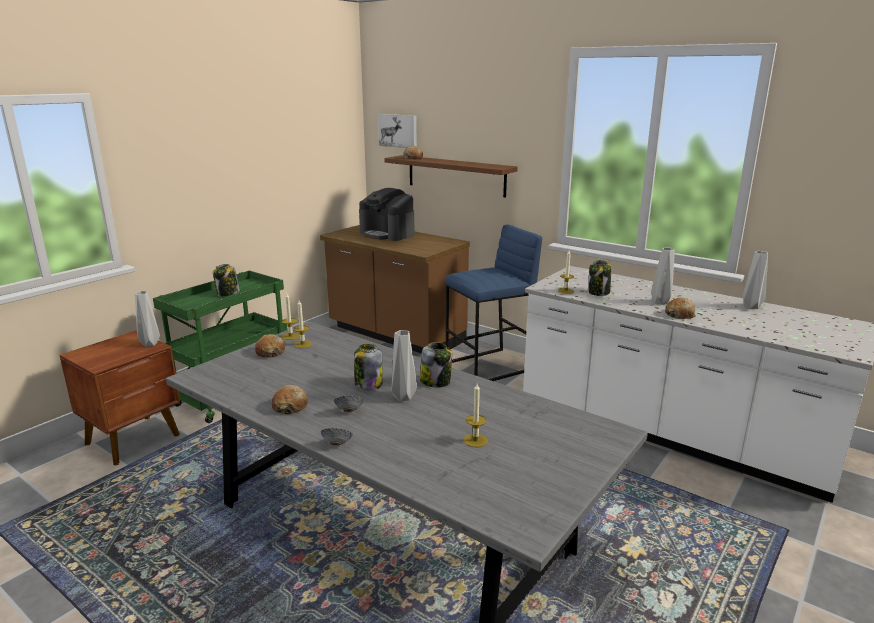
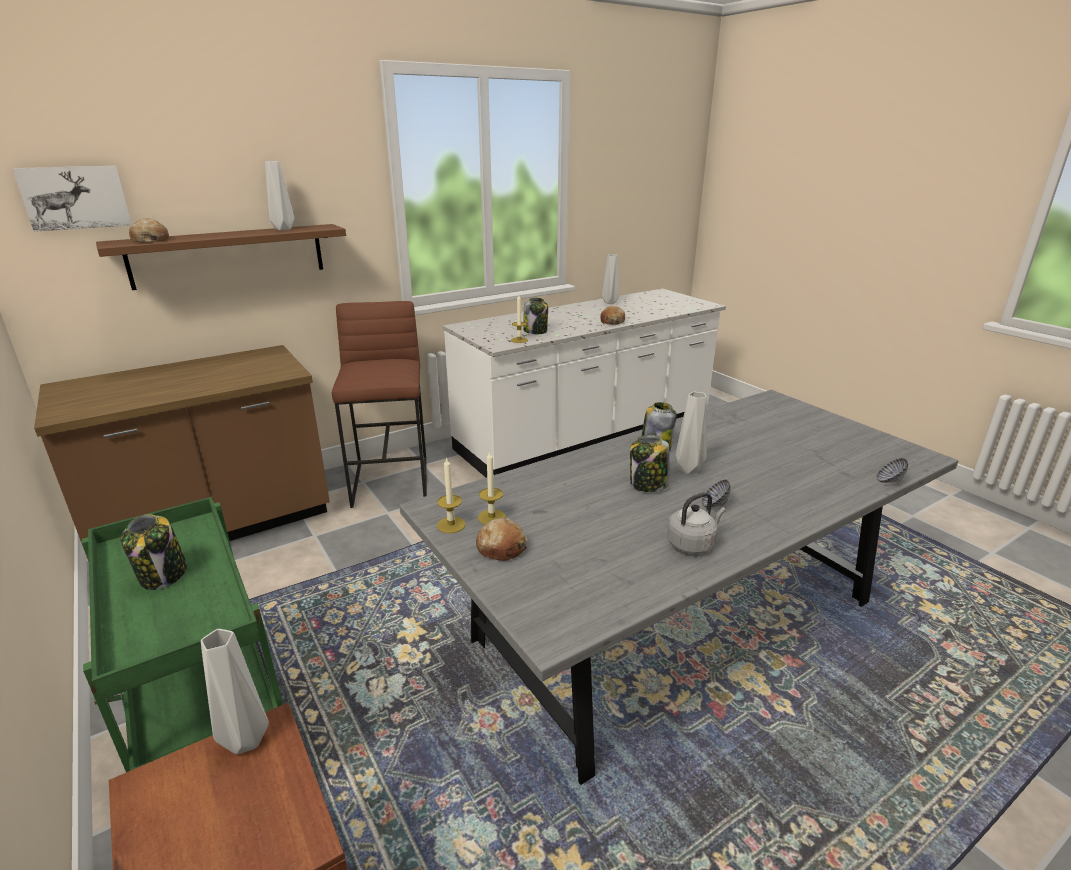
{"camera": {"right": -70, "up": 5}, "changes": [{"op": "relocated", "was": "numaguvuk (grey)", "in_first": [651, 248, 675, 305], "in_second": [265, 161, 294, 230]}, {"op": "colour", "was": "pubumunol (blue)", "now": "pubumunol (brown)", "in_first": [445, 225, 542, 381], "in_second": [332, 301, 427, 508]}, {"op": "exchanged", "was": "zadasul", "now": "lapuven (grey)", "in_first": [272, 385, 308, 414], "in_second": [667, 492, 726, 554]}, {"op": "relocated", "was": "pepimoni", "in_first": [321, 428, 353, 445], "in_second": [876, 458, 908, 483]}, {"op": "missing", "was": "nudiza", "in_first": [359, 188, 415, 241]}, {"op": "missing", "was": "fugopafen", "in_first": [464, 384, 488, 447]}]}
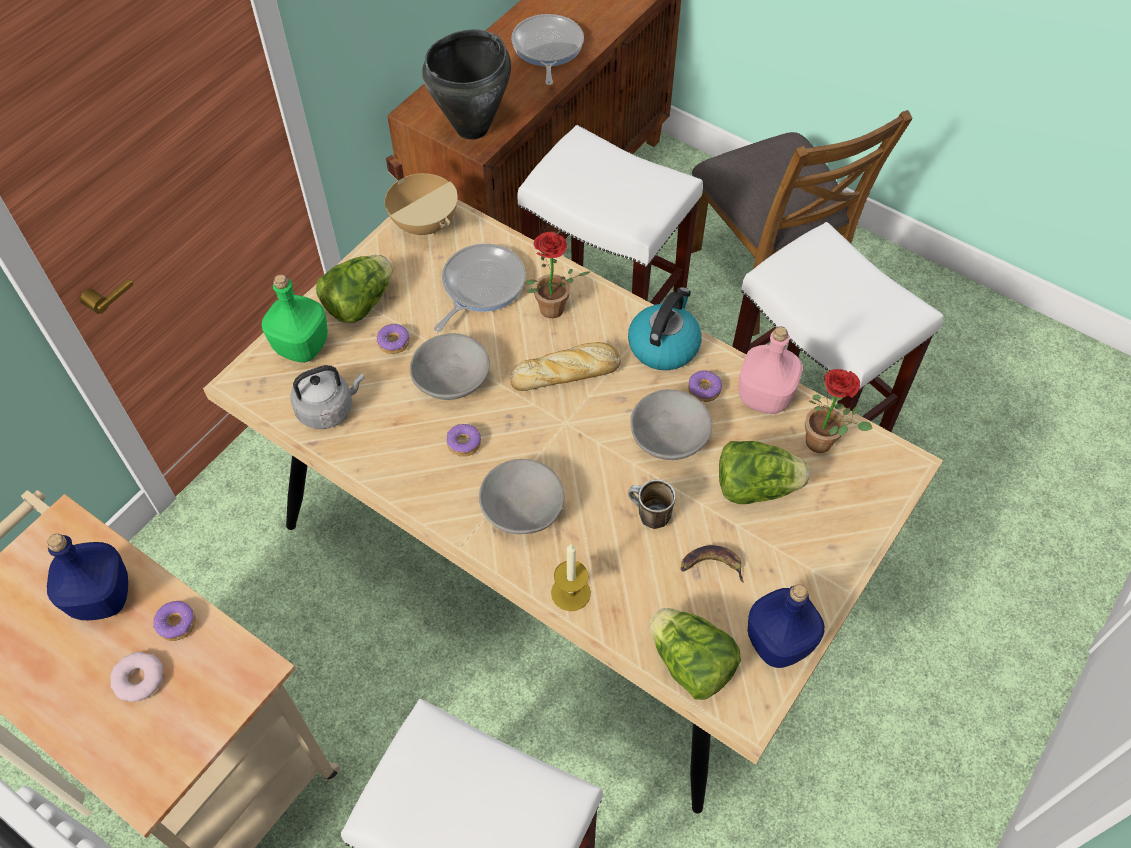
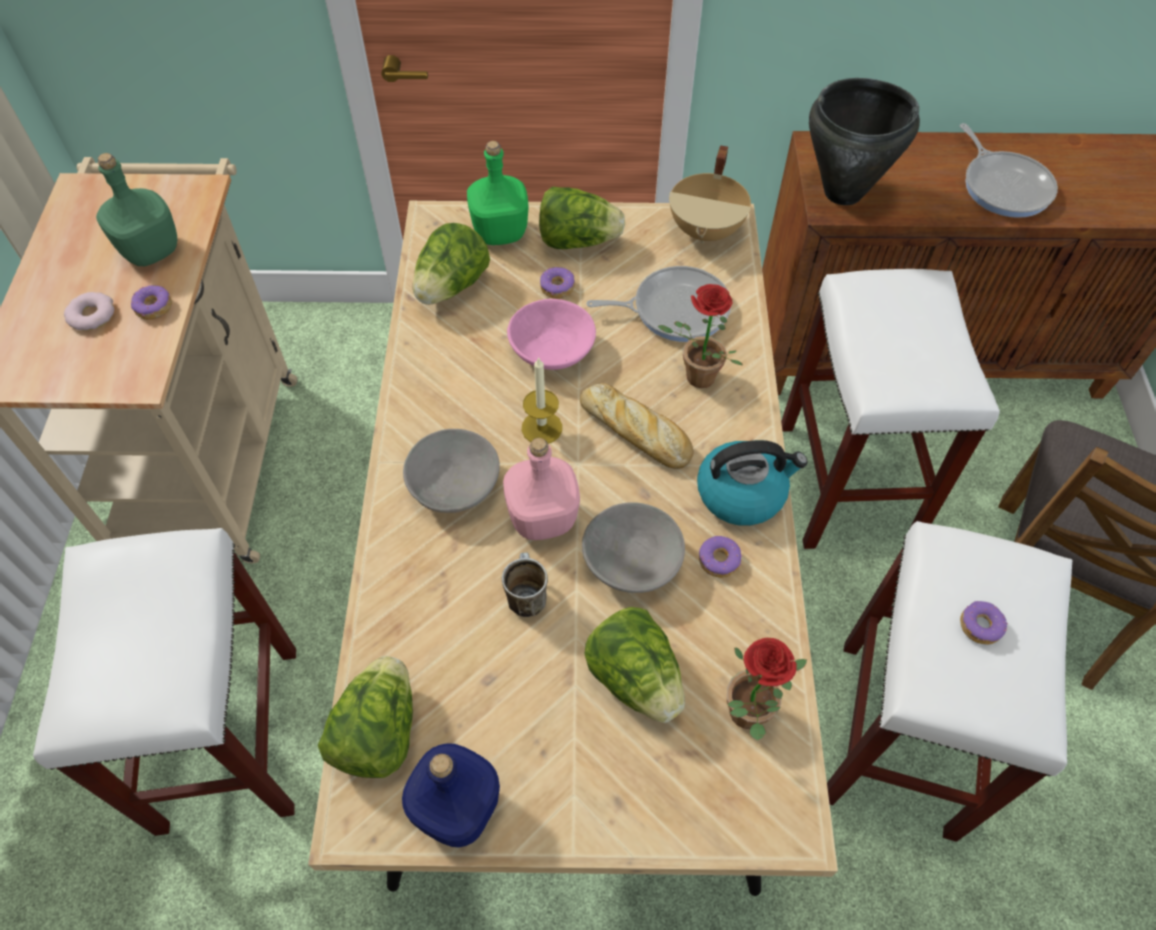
{"camera": {"right": 55, "up": 0}, "changes": [{"op": "colour", "was": "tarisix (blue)", "now": "tarisix (green)", "in_first": [47, 534, 128, 620], "in_second": [96, 153, 177, 266]}, {"op": "exchanged", "was": "lapuven (grey)", "now": "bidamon", "in_first": [290, 365, 365, 429], "in_second": [413, 223, 490, 305]}, {"op": "relocated", "was": "tarisix (pink)", "in_first": [739, 327, 803, 414], "in_second": [503, 438, 580, 540]}, {"op": "colour", "was": "pepimoni (grey)", "now": "pepimoni (pink)", "in_first": [410, 333, 490, 400], "in_second": [507, 299, 596, 370]}, {"op": "relocated", "was": "fugopafen", "in_first": [551, 544, 591, 611], "in_second": [522, 357, 562, 444]}, {"op": "spun", "was": "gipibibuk", "in_first": [511, 14, 584, 85], "in_second": [960, 123, 1058, 218], "clockwise": 105}, {"op": "relocated", "was": "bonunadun", "in_first": [446, 424, 481, 457], "in_second": [960, 601, 1008, 645]}, {"op": "missing", "was": "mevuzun", "in_first": [681, 545, 744, 583]}]}
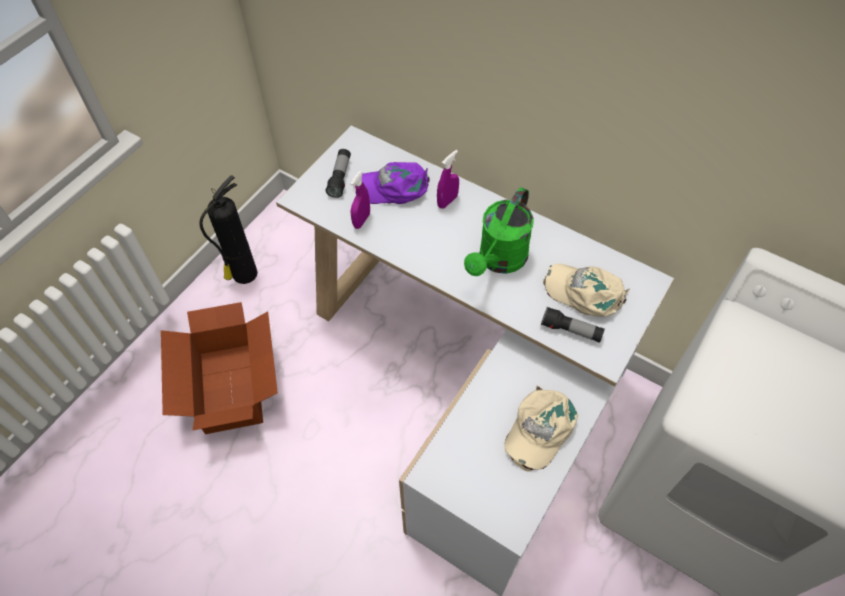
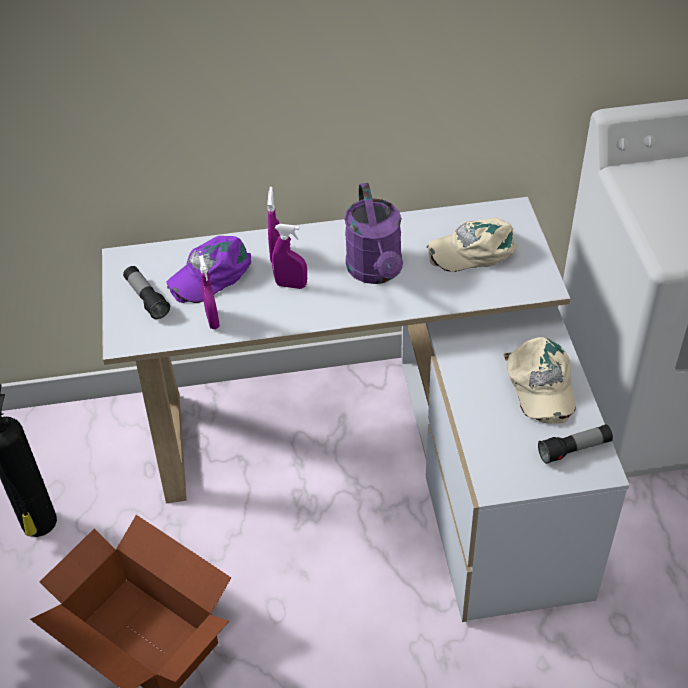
{"camera": {"right": -40, "up": -10}, "changes": [{"op": "appeared", "now": "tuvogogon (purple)", "in_second": [272, 224, 307, 289]}, {"op": "colour", "was": "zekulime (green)", "now": "zekulime (purple)", "in_first": [464, 187, 534, 276], "in_second": [344, 183, 403, 284]}, {"op": "relocated", "was": "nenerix", "in_first": [541, 306, 605, 343], "in_second": [538, 424, 613, 464]}]}
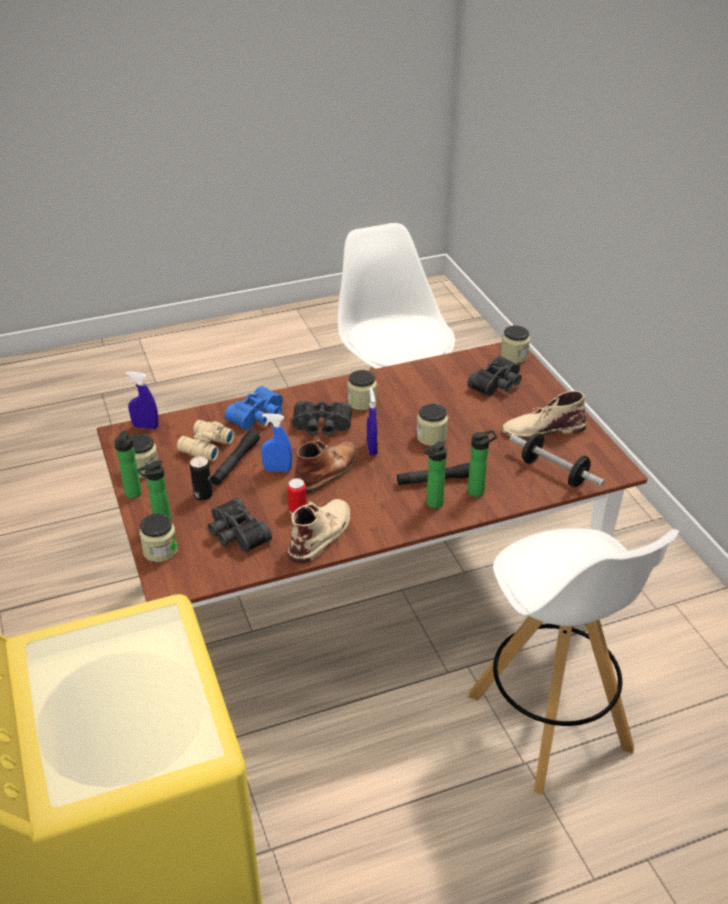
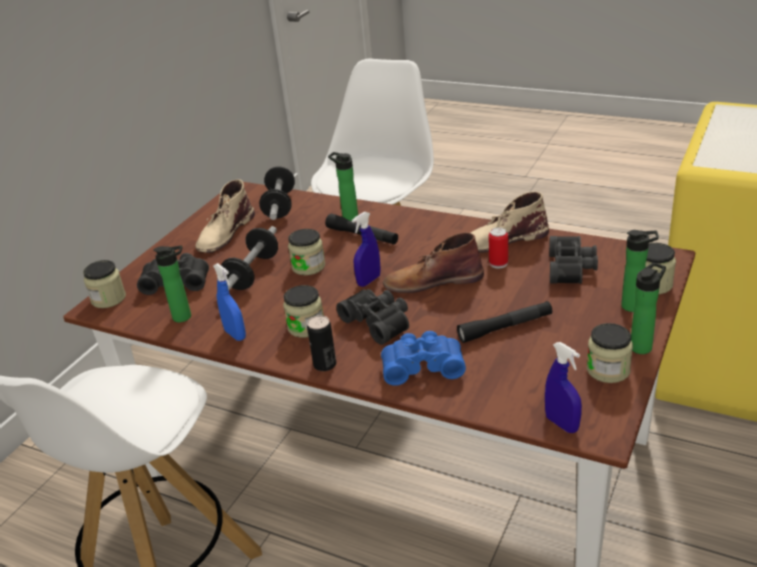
{"camera": {"right": -130, "up": -5}, "changes": [{"op": "relocated", "was": "tarisix", "in_first": [424, 441, 447, 508], "in_second": [153, 245, 191, 322]}, {"op": "spun", "was": "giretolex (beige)", "in_first": [502, 391, 587, 439], "in_second": [195, 179, 255, 253], "clockwise": 75}, {"op": "relocated", "was": "tuvogogon (blue)", "in_first": [261, 413, 292, 472], "in_second": [213, 263, 246, 341]}, {"op": "appeared", "now": "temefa", "in_second": [221, 226, 278, 290]}, {"op": "relocated", "was": "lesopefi", "in_first": [190, 456, 213, 501], "in_second": [307, 315, 336, 371]}, {"op": "missing", "was": "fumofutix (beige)", "in_first": [177, 420, 234, 461]}]}
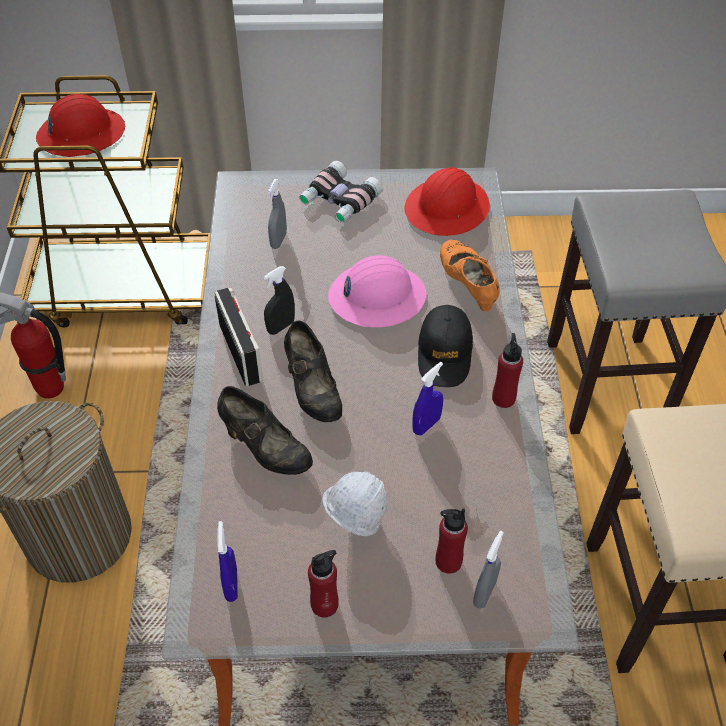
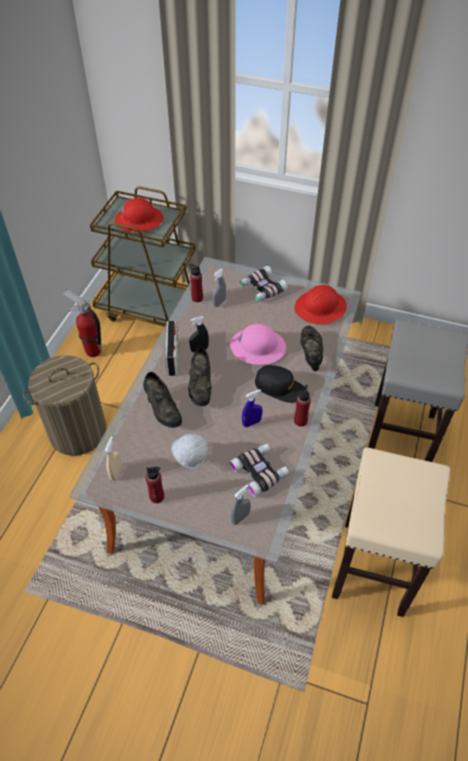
{"camera": {"right": 20, "up": 0}, "changes": [{"op": "colour", "was": "tuvogogon (blue)", "now": "tuvogogon (beige)", "in_first": [217, 521, 238, 602], "in_second": [105, 436, 122, 480]}, {"op": "relocated", "was": "tarisix (red)", "in_first": [435, 509, 468, 574], "in_second": [189, 264, 203, 302]}, {"op": "appeared", "now": "fumofutix", "in_second": [229, 443, 289, 498]}, {"op": "spun", "was": "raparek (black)", "in_first": [418, 305, 473, 387], "in_second": [255, 365, 305, 403], "clockwise": -90}, {"op": "colour", "was": "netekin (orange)", "now": "netekin (black)", "in_first": [440, 240, 500, 312], "in_second": [300, 326, 323, 371]}]}
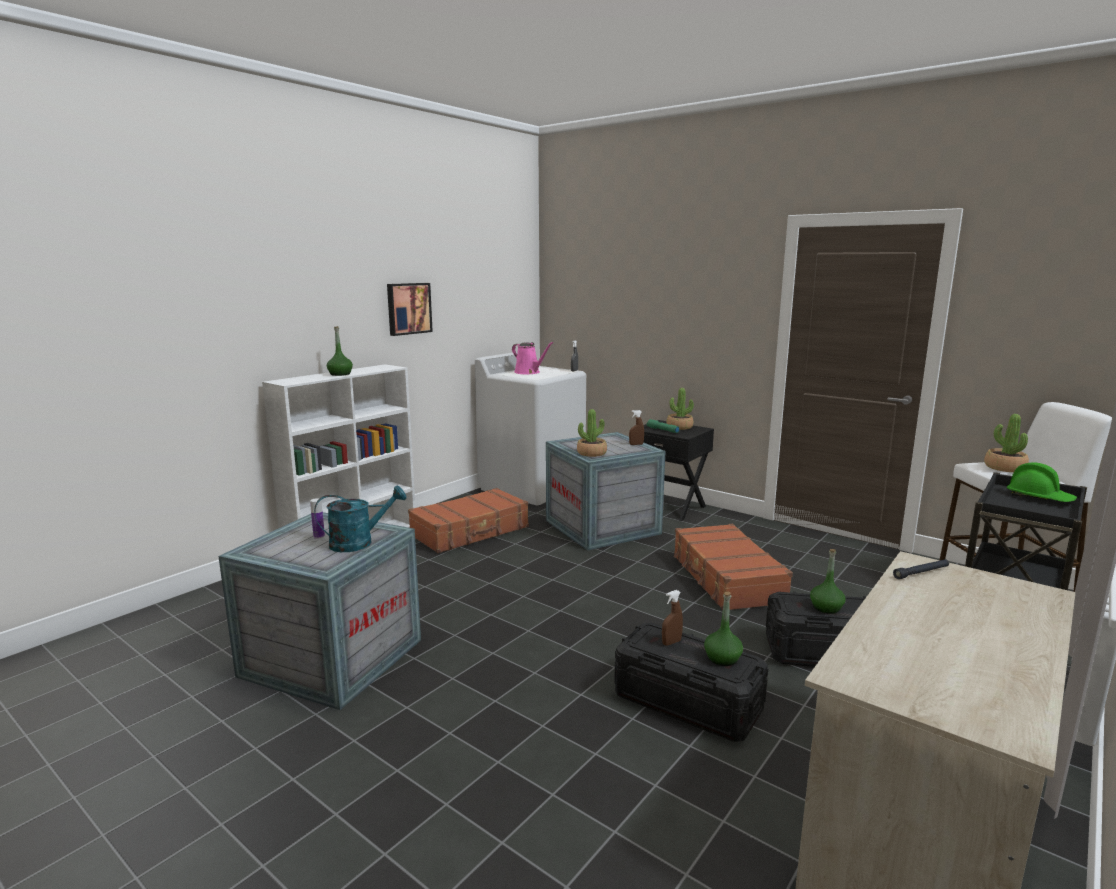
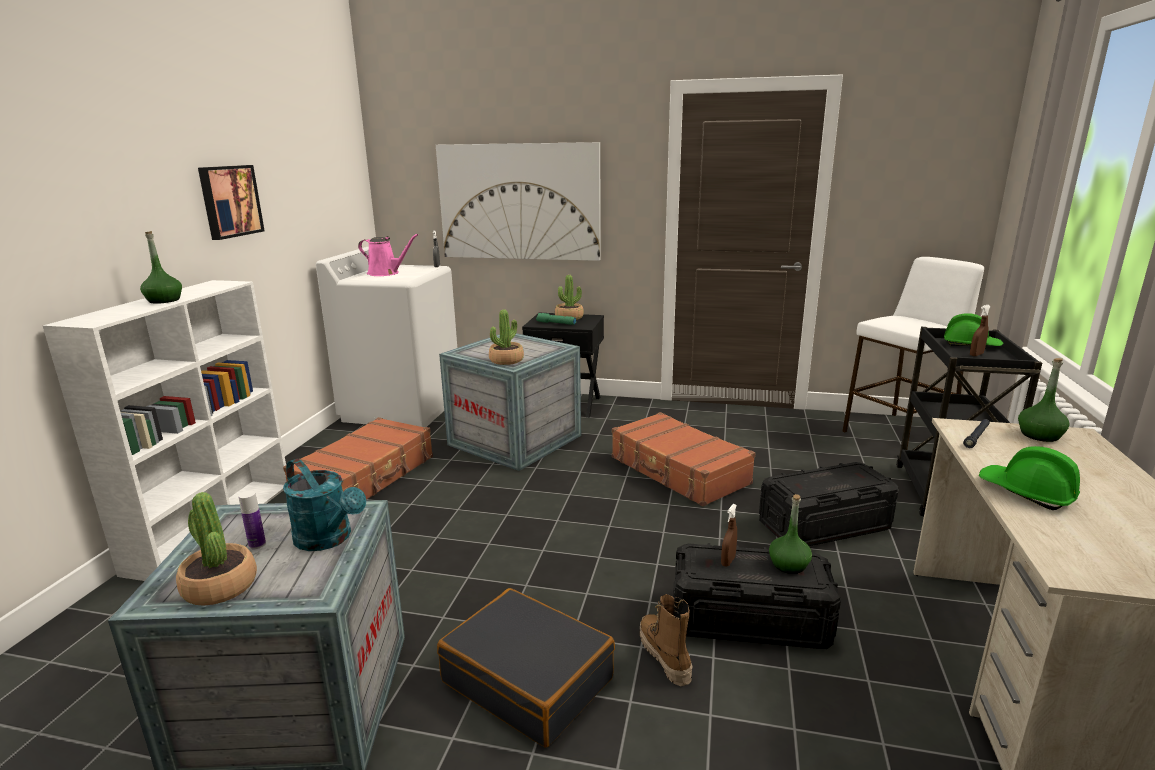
{"camera": {"right": -25, "up": 5}, "changes": [{"op": "relocated", "was": "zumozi", "in_first": [984, 414, 1029, 472], "in_second": [176, 492, 257, 606]}, {"op": "spun", "was": "zekulime (turquoise)", "in_first": [314, 486, 406, 552], "in_second": [283, 459, 366, 551], "clockwise": 90}, {"op": "appeared", "now": "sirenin", "in_second": [436, 142, 601, 261]}, {"op": "appeared", "now": "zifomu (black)", "in_second": [437, 588, 615, 747]}, {"op": "appeared", "now": "giretolex", "in_second": [640, 594, 692, 686]}, {"op": "relocated", "was": "tuvogogon (brown)", "in_first": [629, 410, 644, 445], "in_second": [970, 305, 990, 356]}, {"op": "appeared", "now": "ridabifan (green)", "in_second": [979, 446, 1080, 510]}, {"op": "relocated", "was": "tarisix (green)", "in_first": [810, 549, 845, 614], "in_second": [1018, 358, 1070, 442]}]}
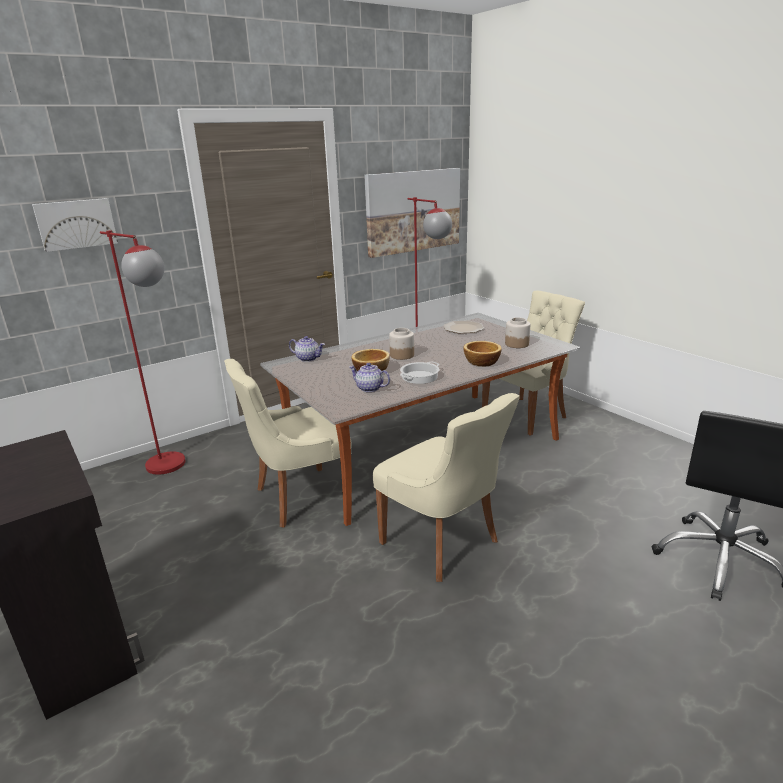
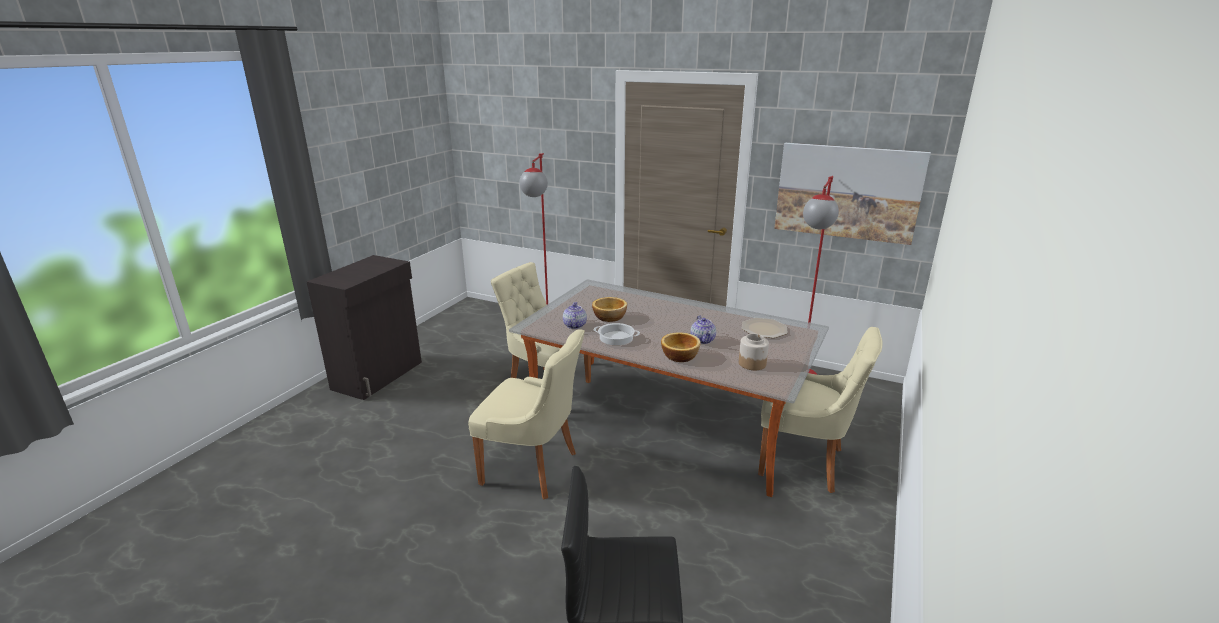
{"camera": {"right": 60, "up": 0}, "changes": [{"op": "spun", "was": "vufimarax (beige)", "in_first": [373, 393, 520, 582], "in_second": [468, 329, 585, 499], "clockwise": -90}, {"op": "relocated", "was": "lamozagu", "in_first": [289, 336, 325, 362], "in_second": [690, 315, 716, 344]}, {"op": "missing", "was": "sirenin", "in_first": [32, 198, 118, 252]}, {"op": "missing", "was": "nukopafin", "in_first": [389, 328, 414, 360]}]}
